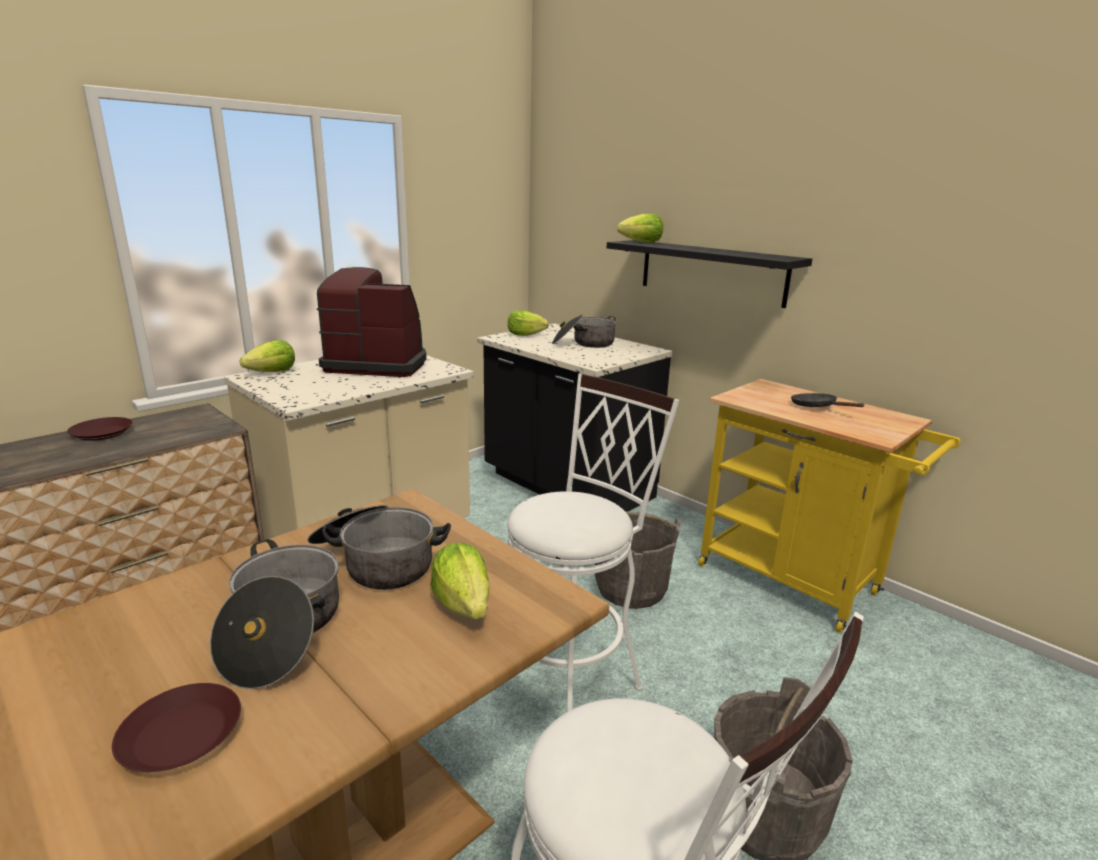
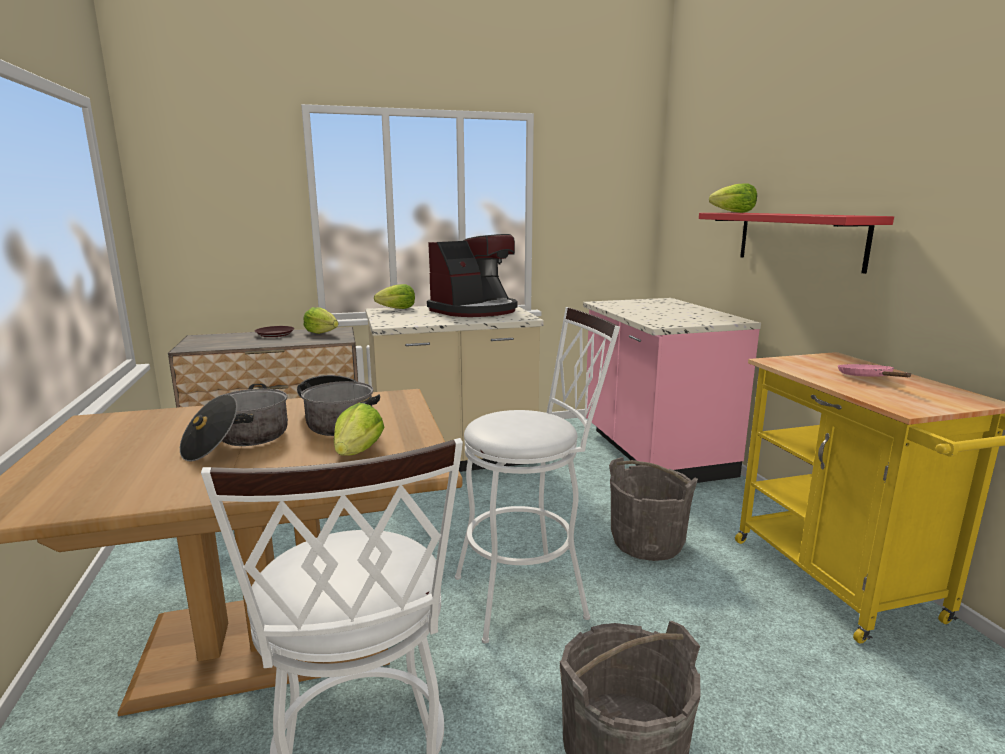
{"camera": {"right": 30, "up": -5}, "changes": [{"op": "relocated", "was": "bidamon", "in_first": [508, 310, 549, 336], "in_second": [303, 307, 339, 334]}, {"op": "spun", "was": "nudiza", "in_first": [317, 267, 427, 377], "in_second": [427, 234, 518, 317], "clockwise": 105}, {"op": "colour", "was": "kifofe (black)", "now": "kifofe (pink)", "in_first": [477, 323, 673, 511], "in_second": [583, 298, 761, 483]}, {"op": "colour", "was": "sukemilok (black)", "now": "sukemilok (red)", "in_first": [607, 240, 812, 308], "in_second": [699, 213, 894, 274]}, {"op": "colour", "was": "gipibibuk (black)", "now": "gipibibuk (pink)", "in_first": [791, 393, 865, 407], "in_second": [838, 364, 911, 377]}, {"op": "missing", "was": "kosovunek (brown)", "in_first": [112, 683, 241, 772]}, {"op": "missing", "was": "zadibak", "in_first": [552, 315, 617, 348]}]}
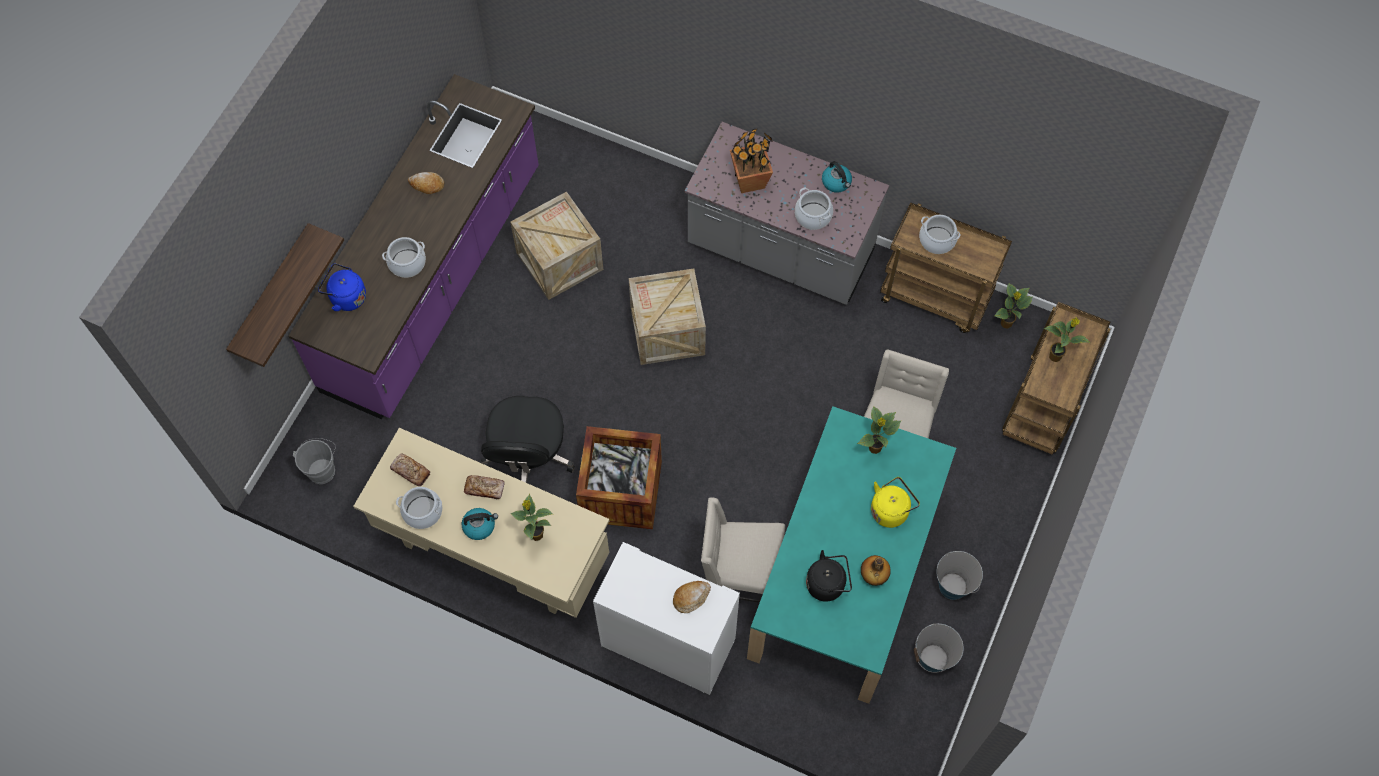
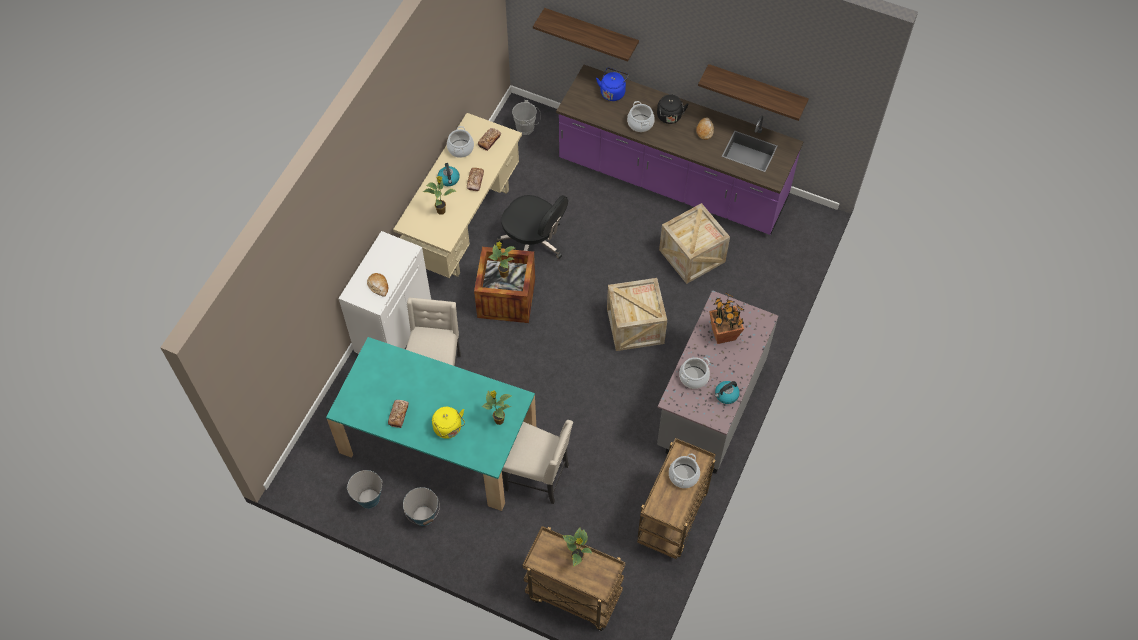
{"camera": {"right": 90, "up": -5}, "changes": [{"op": "exchanged", "was": "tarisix", "now": "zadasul", "in_first": [861, 555, 891, 586], "in_second": [388, 400, 409, 428]}, {"op": "relocated", "was": "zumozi", "in_first": [994, 283, 1033, 329], "in_second": [488, 242, 515, 278]}, {"op": "spun", "was": "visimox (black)", "in_first": [481, 396, 575, 483], "in_second": [497, 195, 568, 259], "clockwise": -150}, {"op": "relocated", "was": "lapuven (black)", "in_first": [806, 550, 852, 602], "in_second": [657, 94, 689, 124]}, {"op": "appeared", "now": "sukemilok", "in_second": [698, 64, 809, 121]}]}
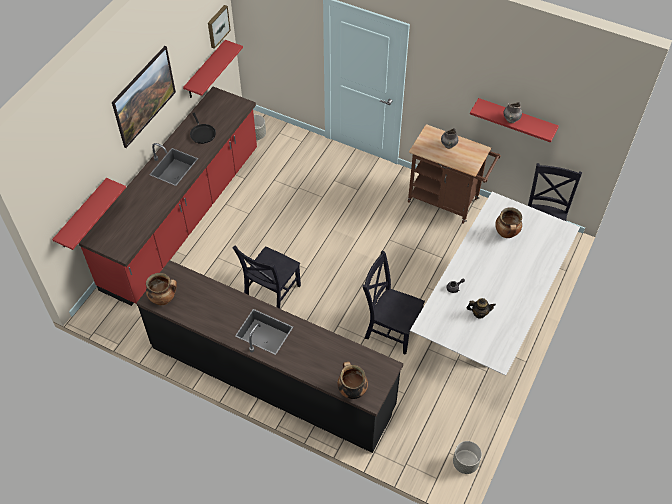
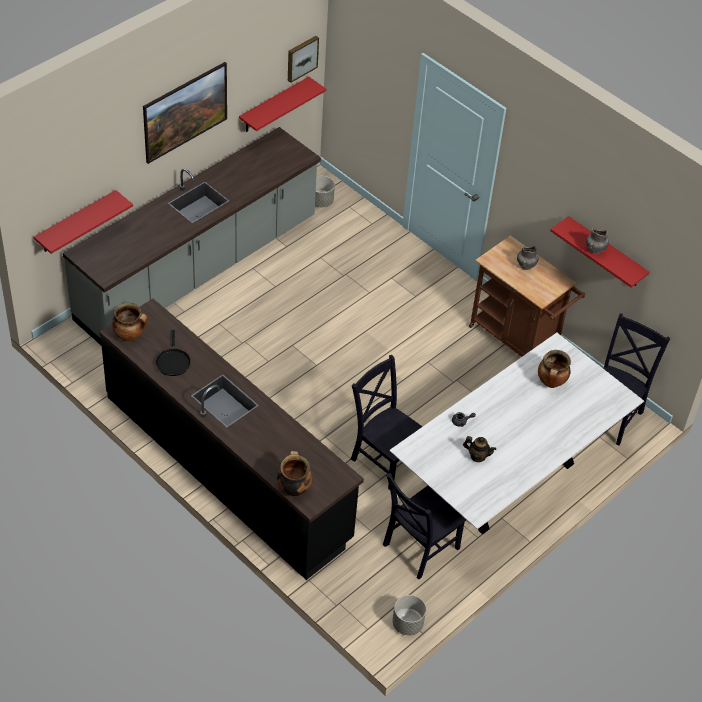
{"camera": {"right": 15, "up": -5}, "changes": [{"op": "colour", "was": "kifofe (red)", "now": "kifofe (grey)", "in_first": [79, 87, 257, 306], "in_second": [63, 127, 321, 346]}, {"op": "relocated", "was": "gipibibuk (black)", "in_first": [190, 112, 216, 144], "in_second": [156, 330, 191, 376]}, {"op": "relocated", "was": "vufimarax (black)", "in_first": [232, 246, 301, 309], "in_second": [383, 473, 466, 580]}]}
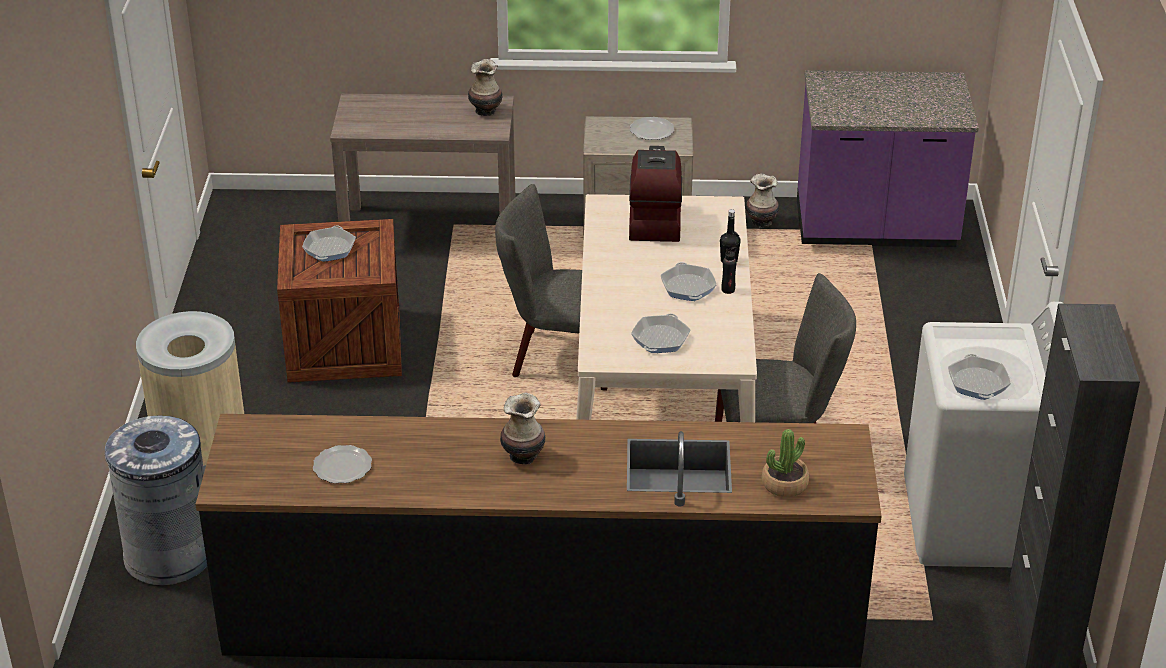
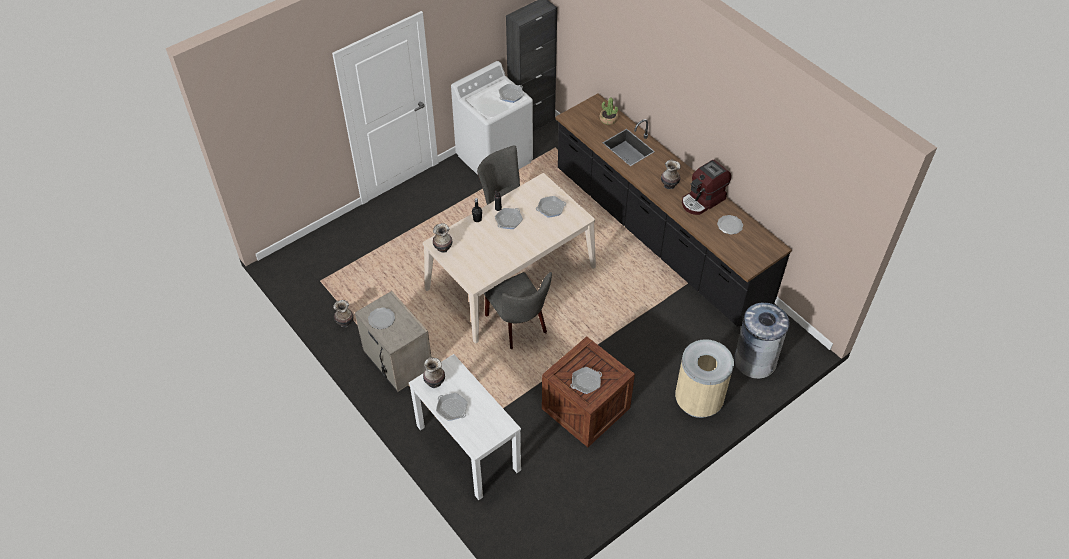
{"camera": {"right": -130, "up": 15}, "changes": [{"op": "colour", "was": "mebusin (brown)", "now": "mebusin (white)", "in_first": [330, 94, 515, 222], "in_second": [409, 354, 521, 500]}, {"op": "appeared", "now": "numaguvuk", "in_second": [433, 223, 453, 253]}, {"op": "appeared", "now": "gipibibuk", "in_second": [436, 393, 468, 421]}, {"op": "relocated", "was": "nudiza", "in_first": [629, 146, 682, 242], "in_second": [682, 160, 731, 215]}, {"op": "missing", "was": "kifofe (purple)", "in_first": [797, 70, 979, 247]}]}
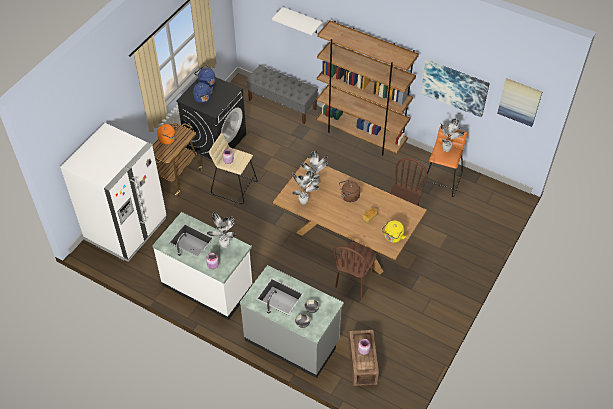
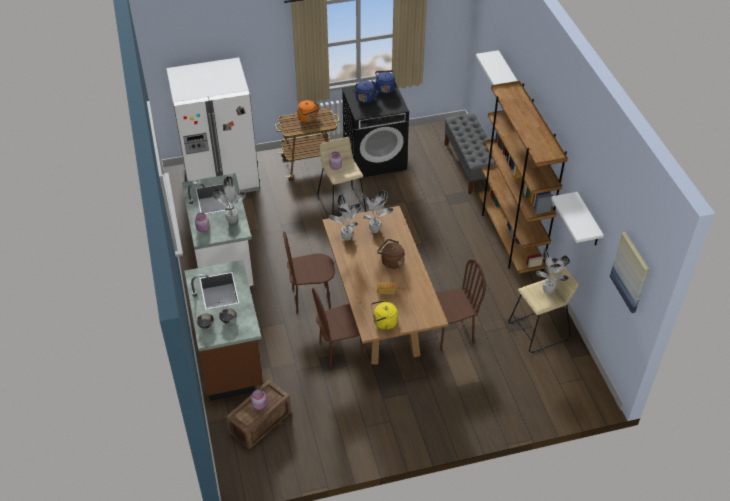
{"camera": {"right": 45, "up": -5}, "changes": [{"op": "colour", "was": "kifofe (grey)", "now": "kifofe (brown)", "in_first": [240, 265, 344, 378], "in_second": [185, 260, 263, 401]}, {"op": "appeared", "now": "vufimarax (brown)", "in_second": [283, 231, 335, 314]}, {"op": "colour", "was": "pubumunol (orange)", "now": "pubumunol (beige)", "in_first": [423, 126, 467, 197], "in_second": [508, 268, 579, 353]}, {"op": "exchanged", "was": "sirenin", "now": "sukemilok (white)", "in_first": [421, 60, 490, 117], "in_second": [551, 192, 604, 246]}]}
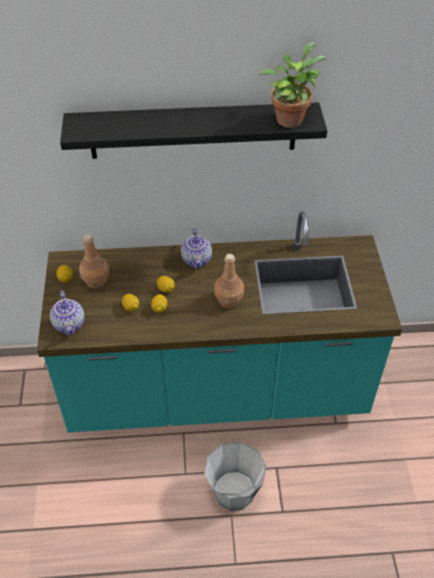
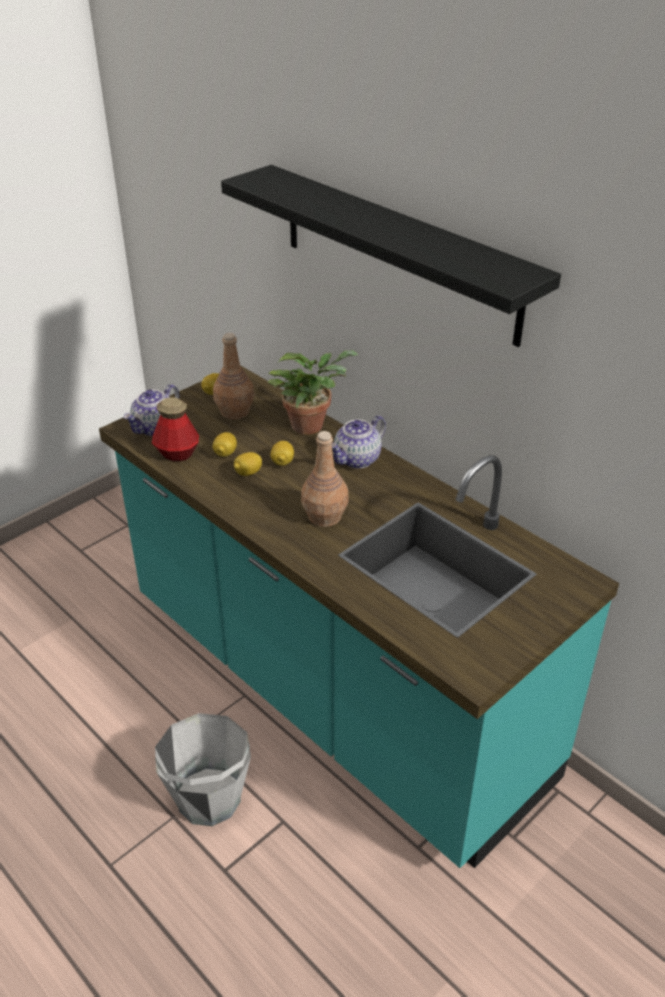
{"camera": {"right": 50, "up": -10}, "changes": [{"op": "appeared", "now": "tarisix", "in_second": [152, 397, 199, 461]}, {"op": "relocated", "was": "zumozi", "in_first": [259, 42, 326, 128], "in_second": [267, 350, 358, 435]}]}
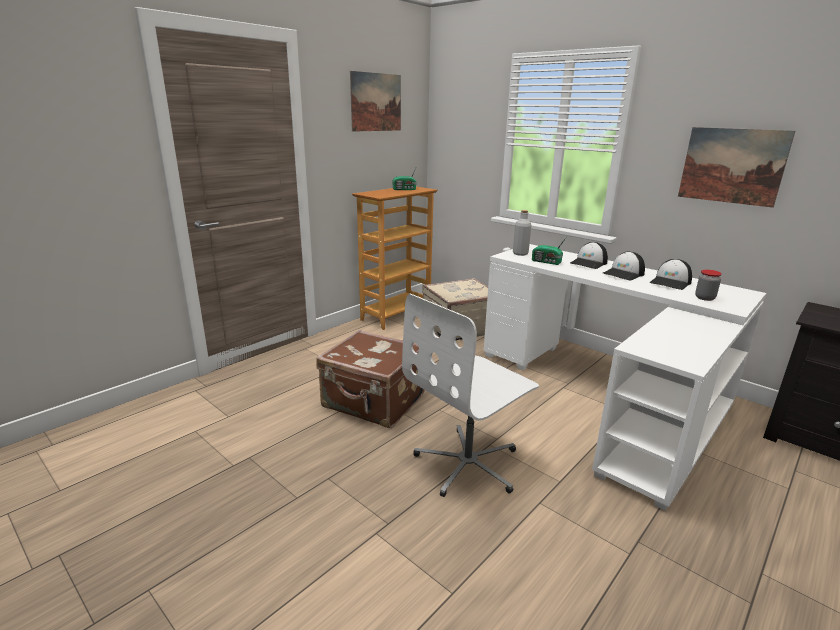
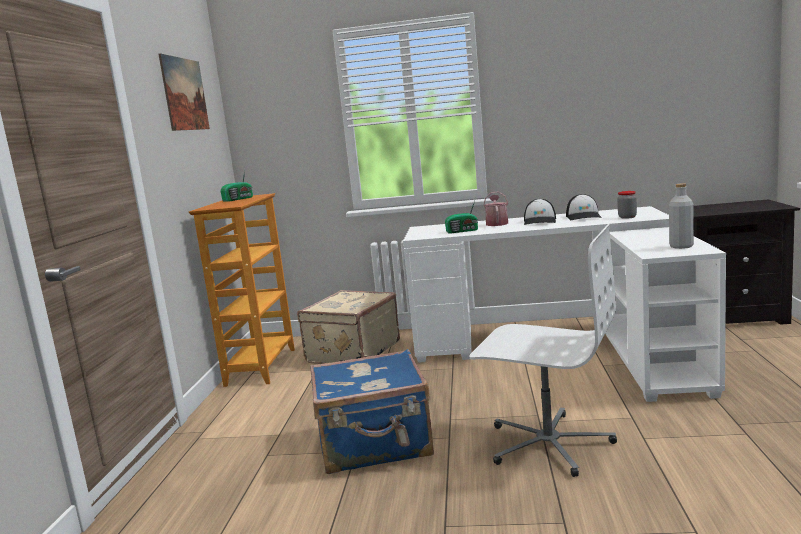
{"camera": {"right": -35, "up": -10}, "changes": [{"op": "colour", "was": "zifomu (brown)", "now": "zifomu (blue)", "in_first": [316, 330, 424, 428], "in_second": [310, 349, 434, 474]}, {"op": "spun", "was": "visimox (white)", "in_first": [402, 293, 539, 497], "in_second": [469, 223, 617, 477], "clockwise": -75}, {"op": "exchanged", "was": "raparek", "now": "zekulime", "in_first": [570, 242, 608, 269], "in_second": [483, 191, 508, 226]}, {"op": "relocated", "was": "tarisix (grey)", "in_first": [513, 210, 531, 256], "in_second": [669, 183, 694, 249]}, {"op": "missing", "was": "sirenin", "in_first": [678, 127, 795, 208]}]}
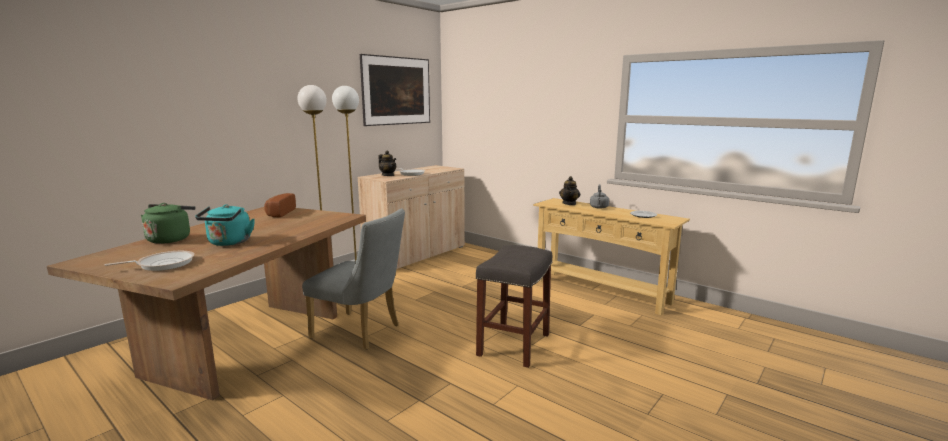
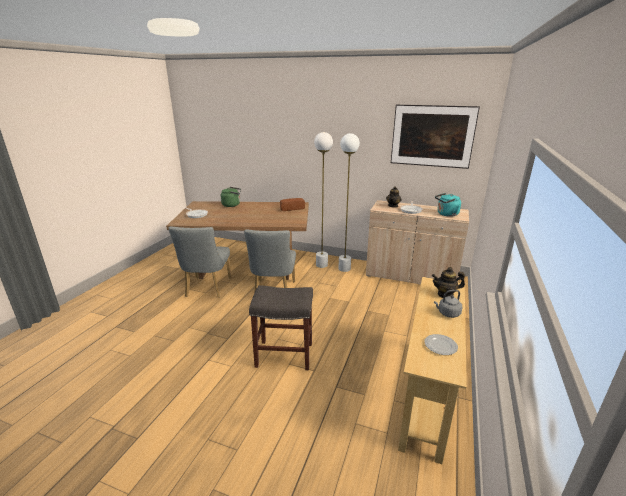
{"camera": {"right": 70, "up": 10}, "changes": [{"op": "appeared", "now": "vufimarax (grey)", "in_second": [169, 226, 231, 298]}, {"op": "relocated", "was": "lapuven (turquoise)", "in_first": [195, 204, 255, 246], "in_second": [435, 193, 461, 217]}]}
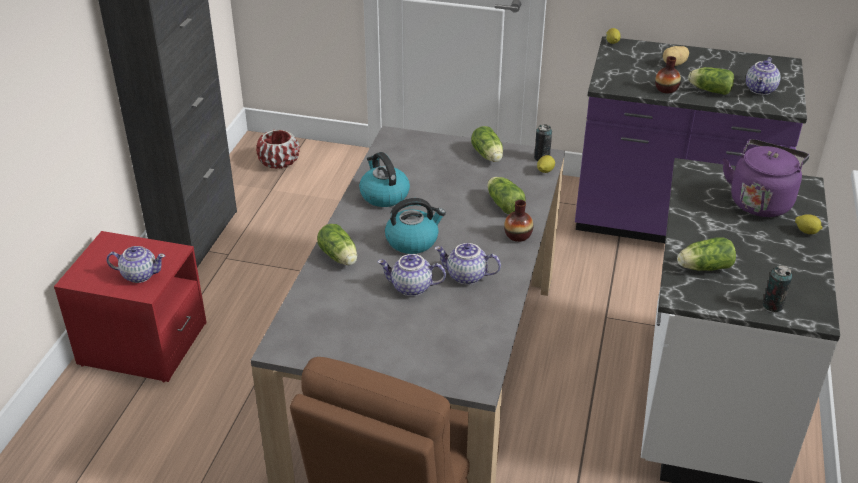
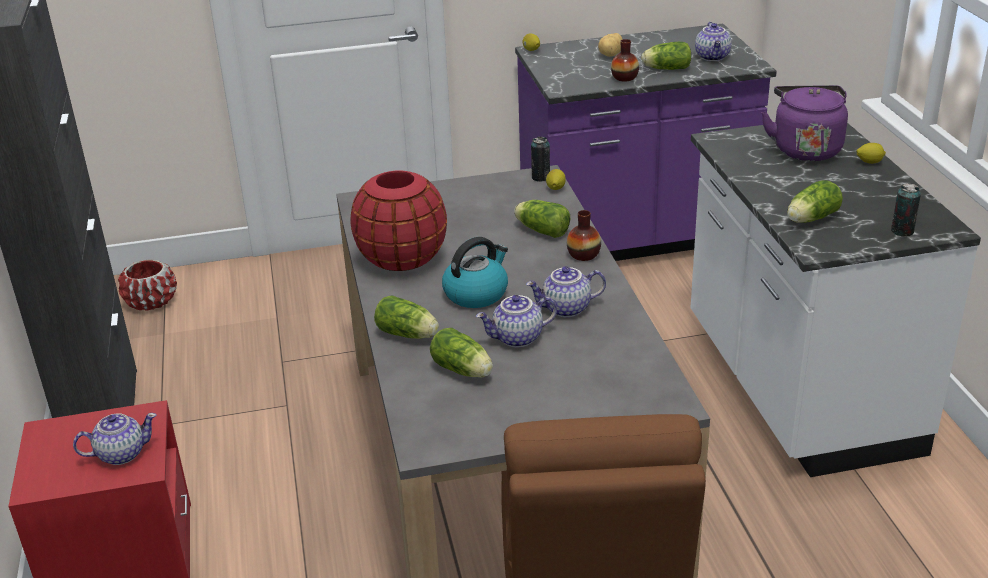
{"camera": {"right": -25, "up": -5}, "changes": [{"op": "exchanged", "was": "lapuven", "now": "numaguvuk (red)", "in_first": [359, 152, 410, 207], "in_second": [350, 171, 447, 271]}, {"op": "relocated", "was": "bidamon", "in_first": [471, 126, 503, 162], "in_second": [430, 328, 493, 378]}]}
